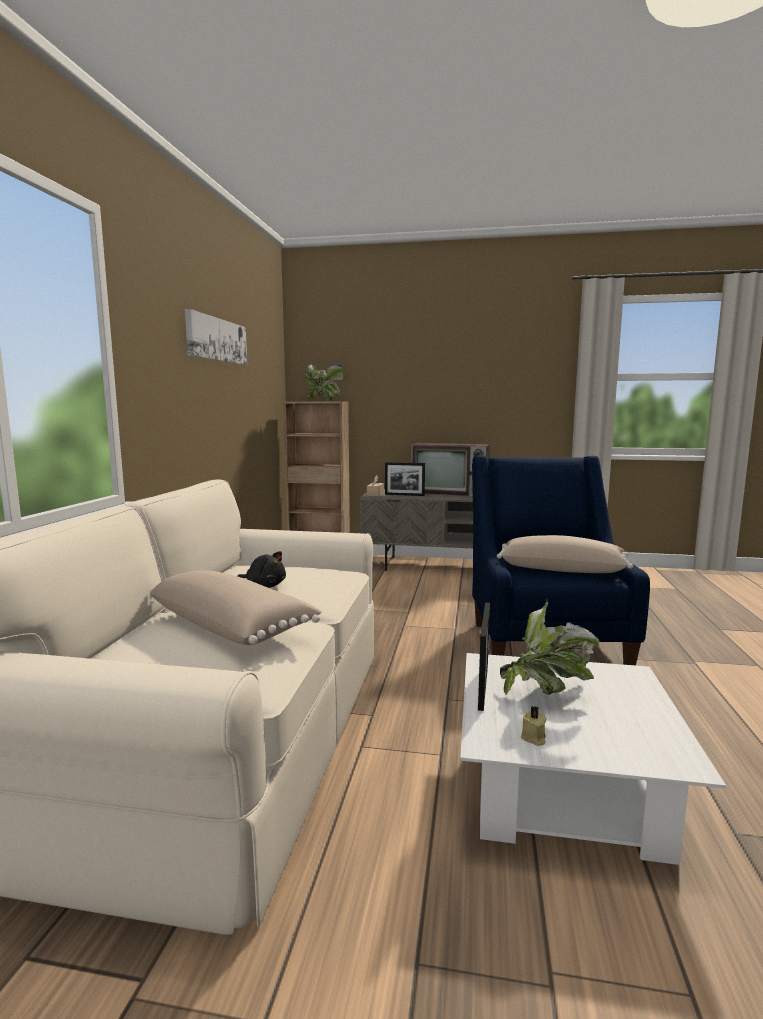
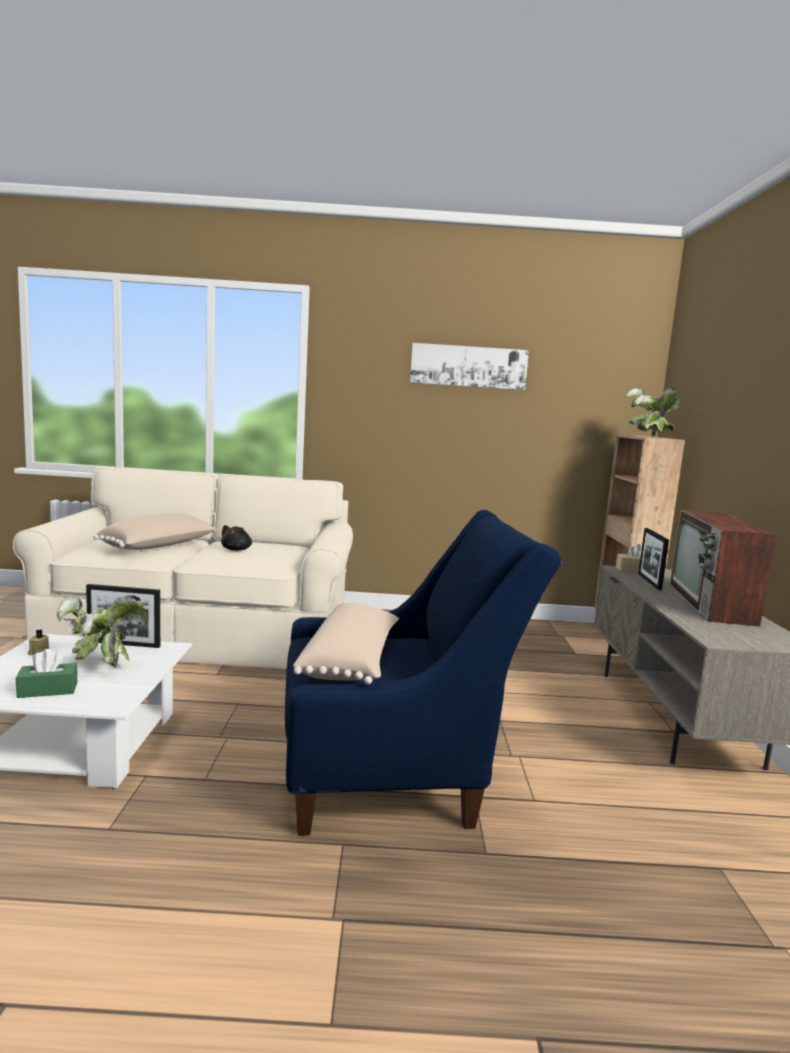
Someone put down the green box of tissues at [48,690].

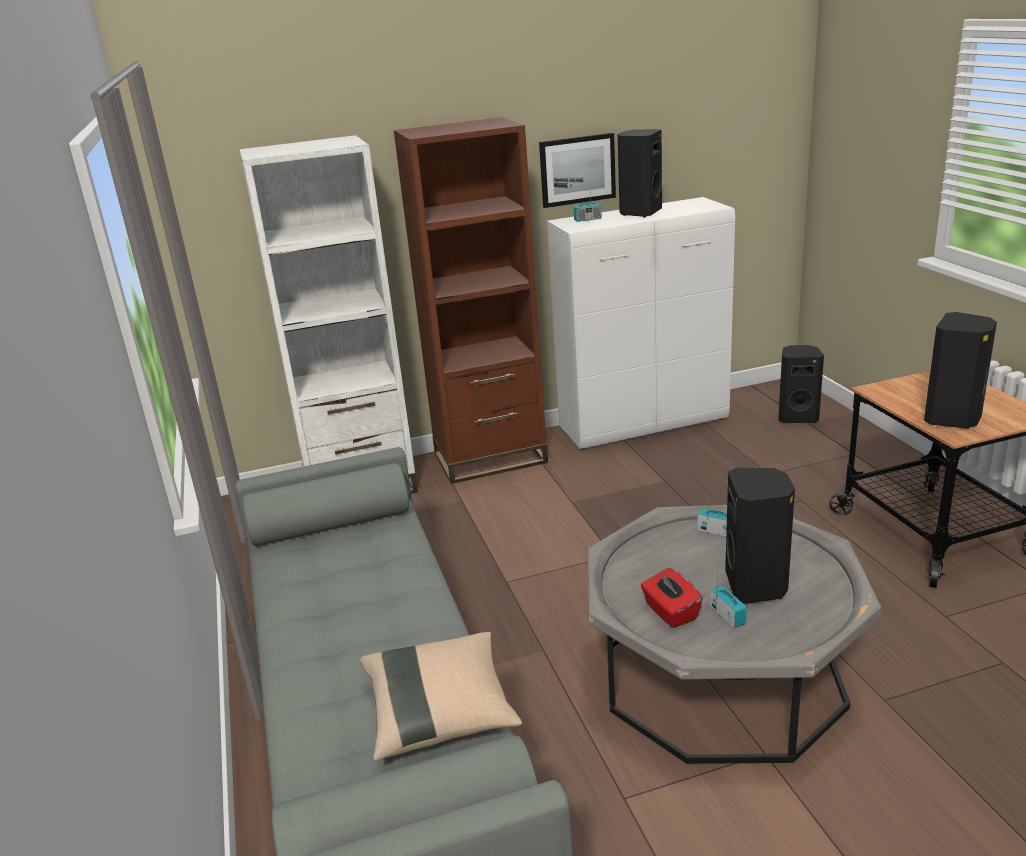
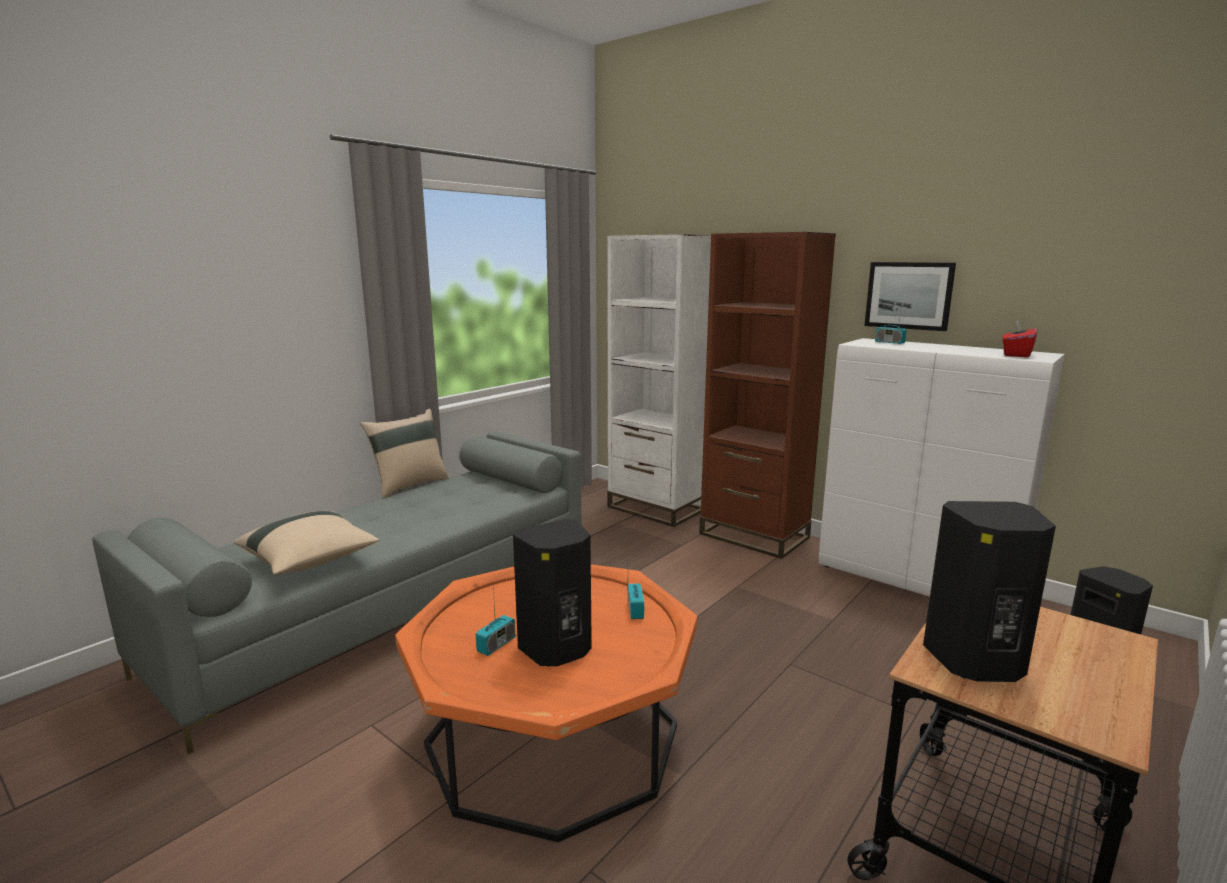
Someone put down the beige-coloured pillow at [409,485].
Someone repainted the grey low table at [721,676], which became the orangey low table at [553,736].
Someone carried the red-coloured box of tissues from [670,612] to [1016,354].
Someone took away the blackish speaker at [639,213].

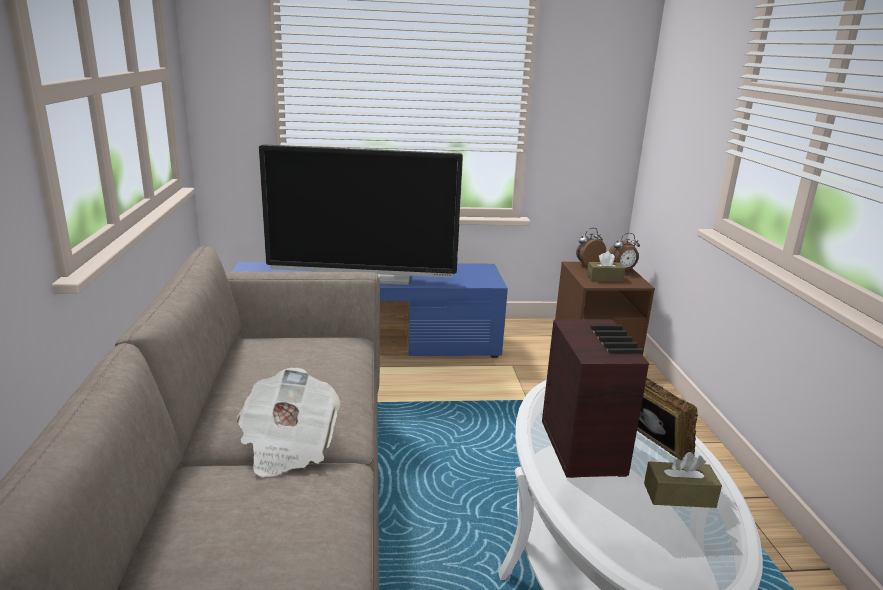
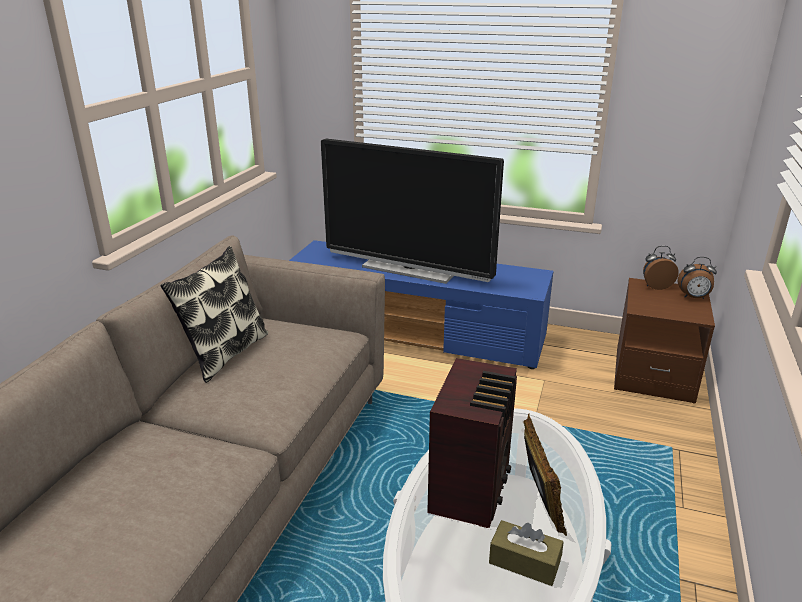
Someone put down the pillow at [224,353].
Someone took away the newspaper at [288,445].
Someone took away the brown-coloured box of tissues at [604,278].

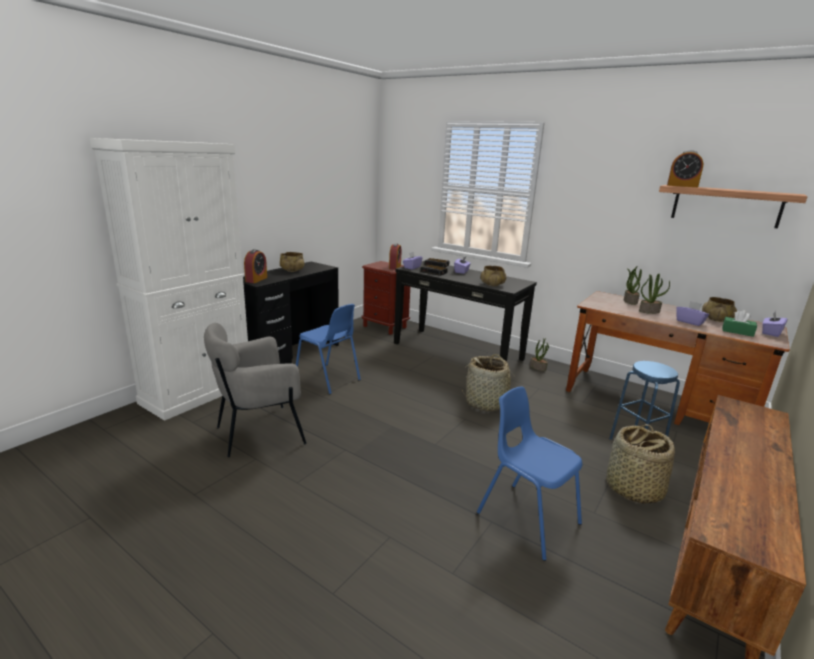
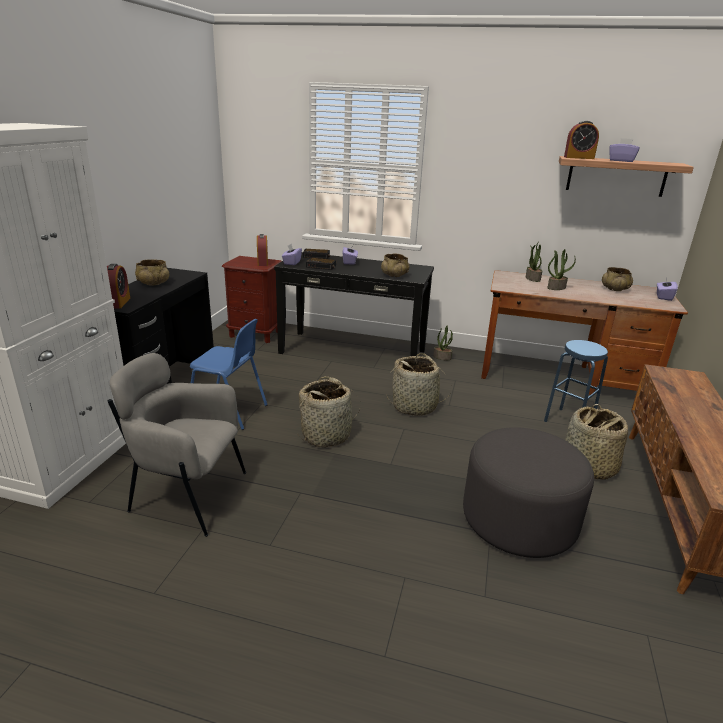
Someone rotated the grey armchair at [259,433] by 60 degrees clockwise.
Someone put down the household basket at [326,435].
Someone swapped the blue chair at [527,518] for the grey pouffe at [518,520].
Someone carried the purplish box of tissues from [690,322] to [621,161].
Someone took away the green box of tissues at [737,331].

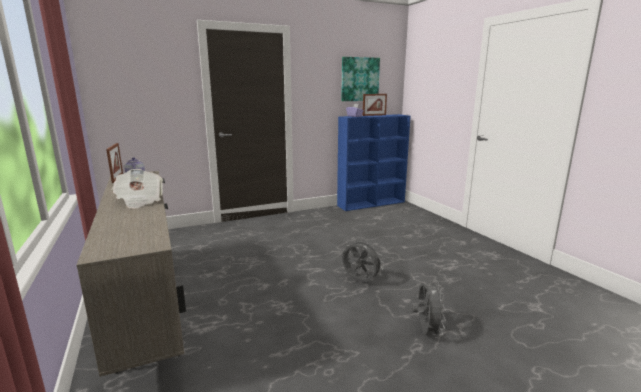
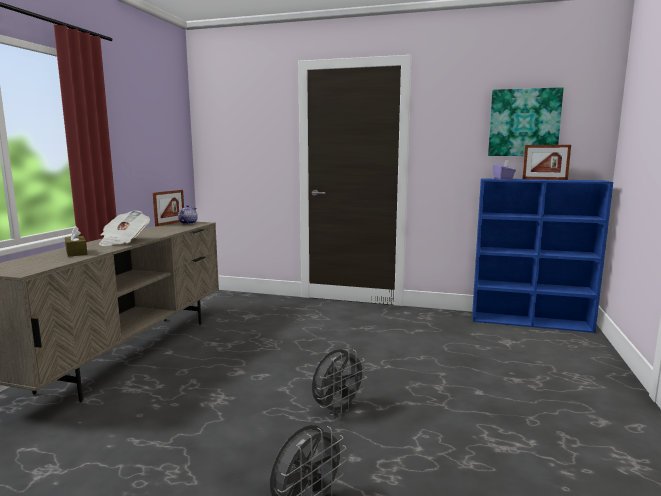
Someone put down the brown-coloured box of tissues at [76,252].
Someone rotated the grey fan at [359,281] by 60 degrees clockwise.

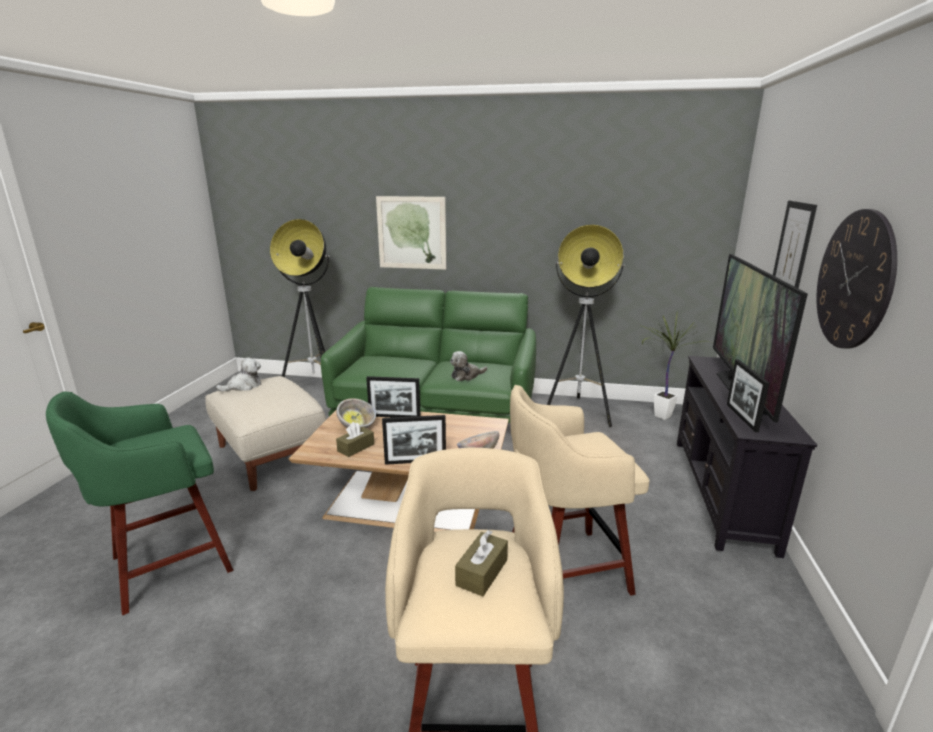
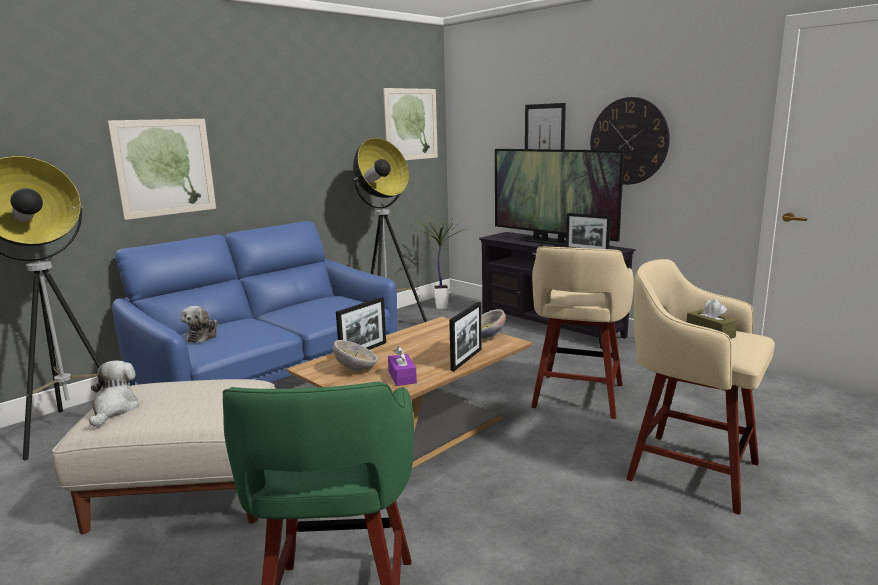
Someone repainted the green settee at [435,410], which became the blue settee at [270,376].
Someone carried the soft toy from [466,376] to [203,336].
Someone put up the picture at [411,124].
Someone repainted the brown-coloured box of tissues at [356,448], which became the purplish box of tissues at [402,377].

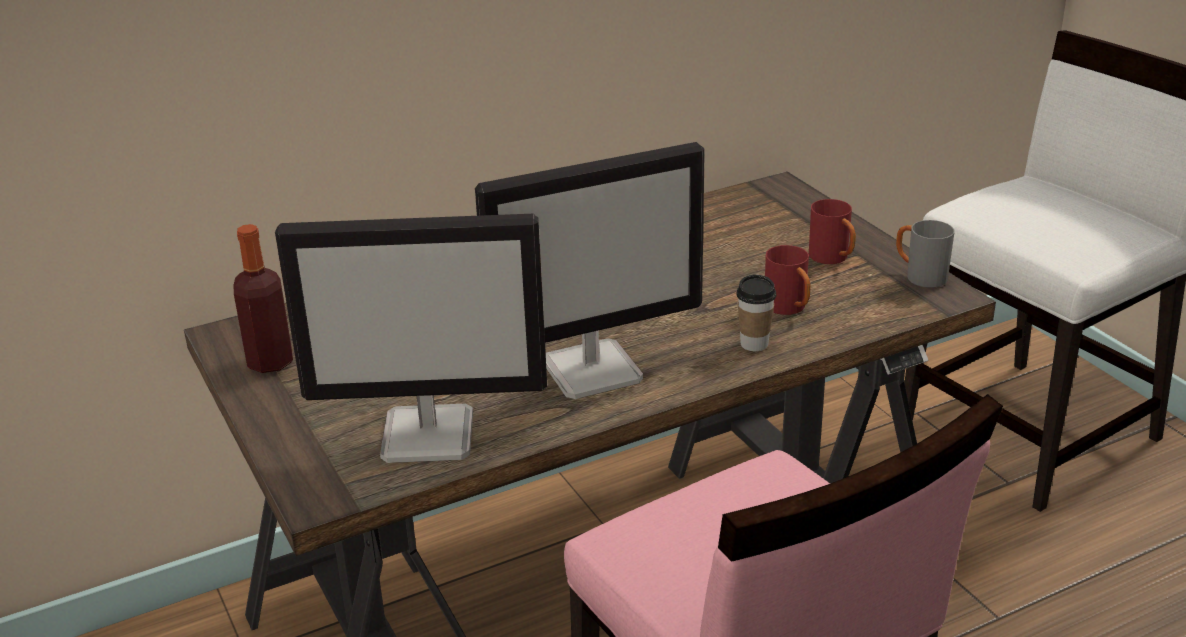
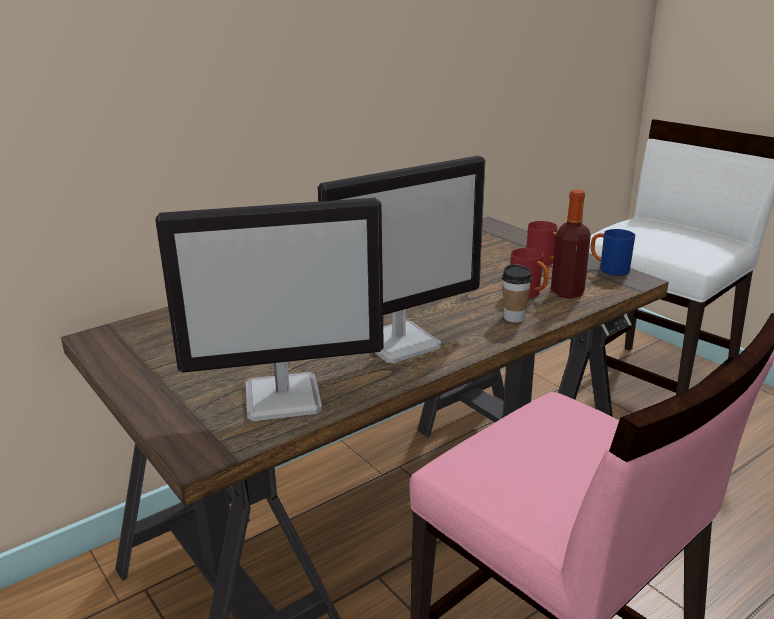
Someone carried the drink bottle from [270,362] to [567,292].
Someone repainted the grey tea mug at [919,276], which became the blue tea mug at [608,269].

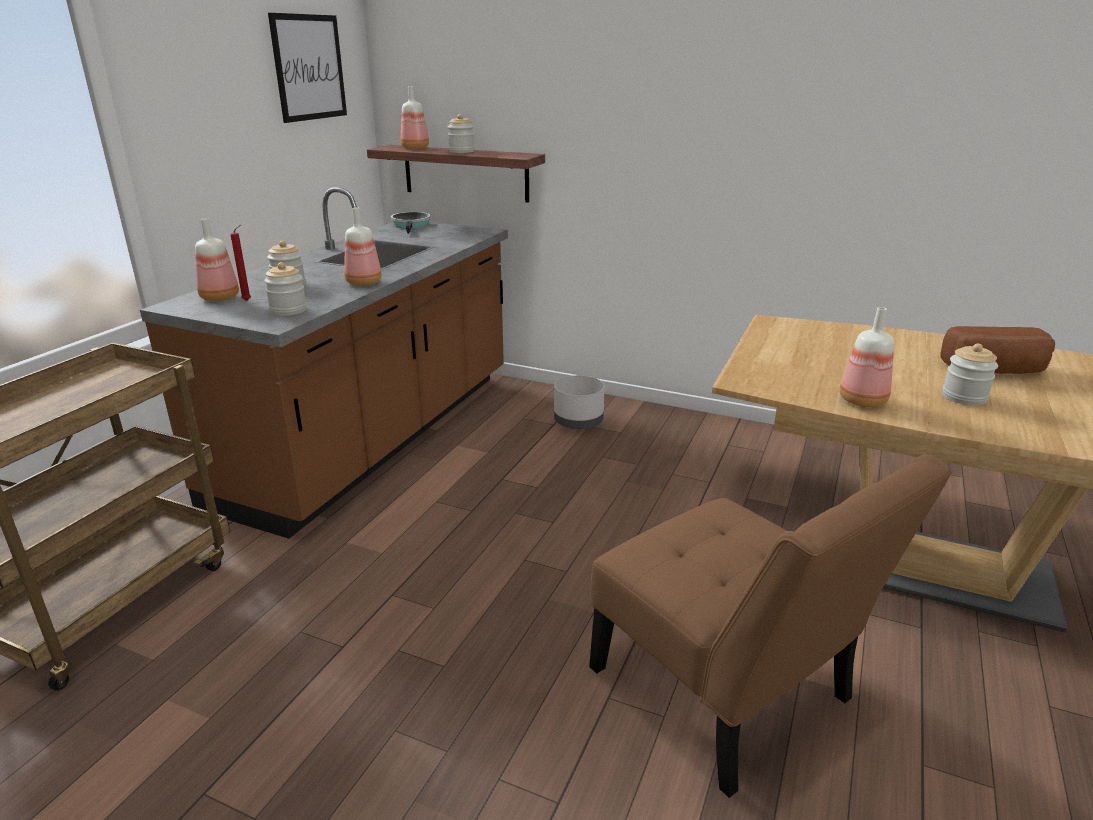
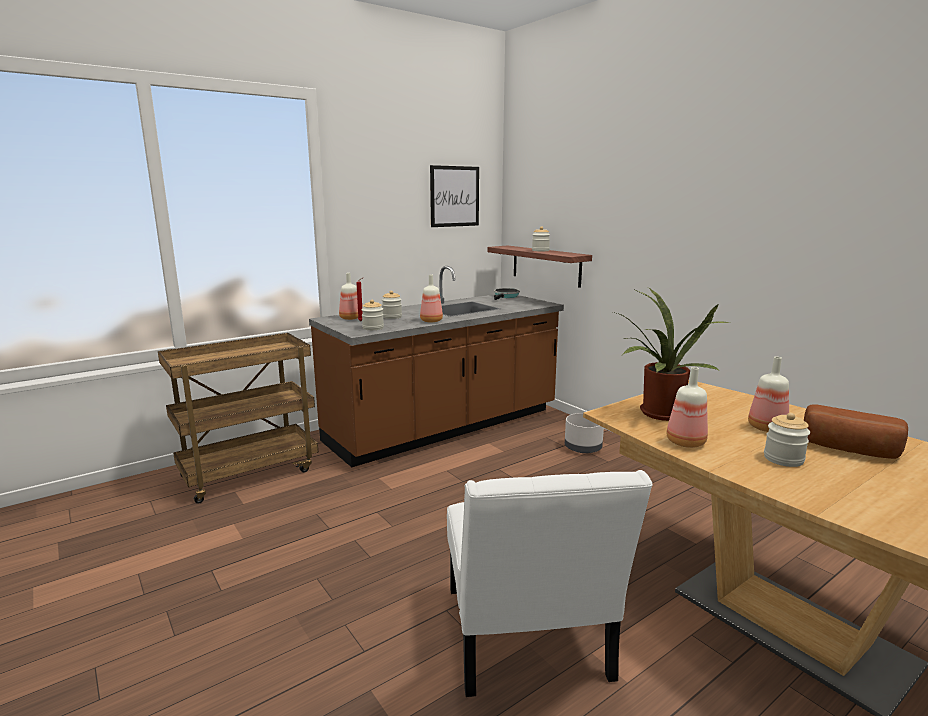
Someone repainted the brown-coloured chair at [728,694], which became the white chair at [527,640].
Someone put down the plant in a pot at [658,414].
Someone carried the drink bottle from [415,148] to [766,427].

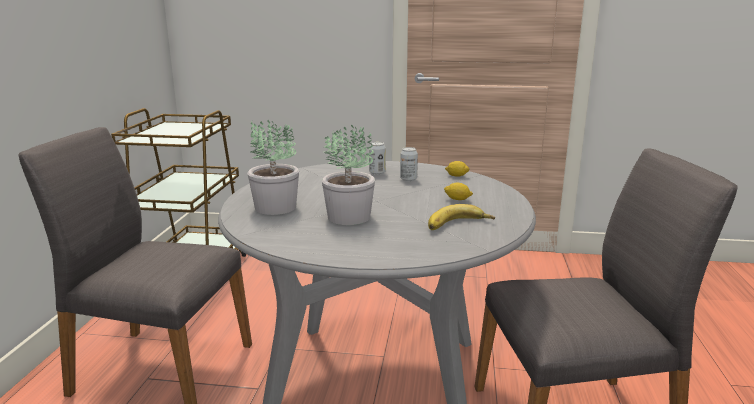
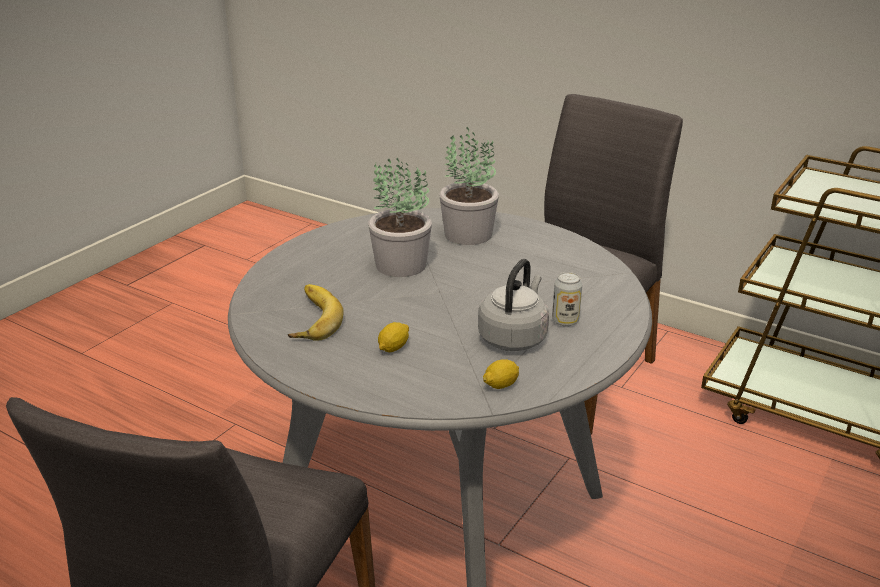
Someone swapped the can at [408,179] for the grey kettle at [514,337].

